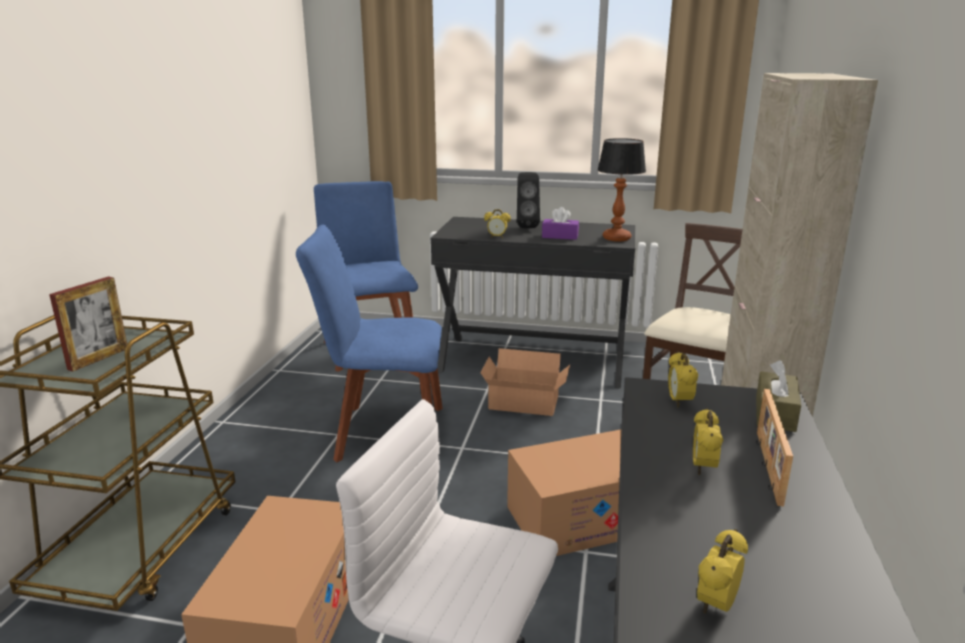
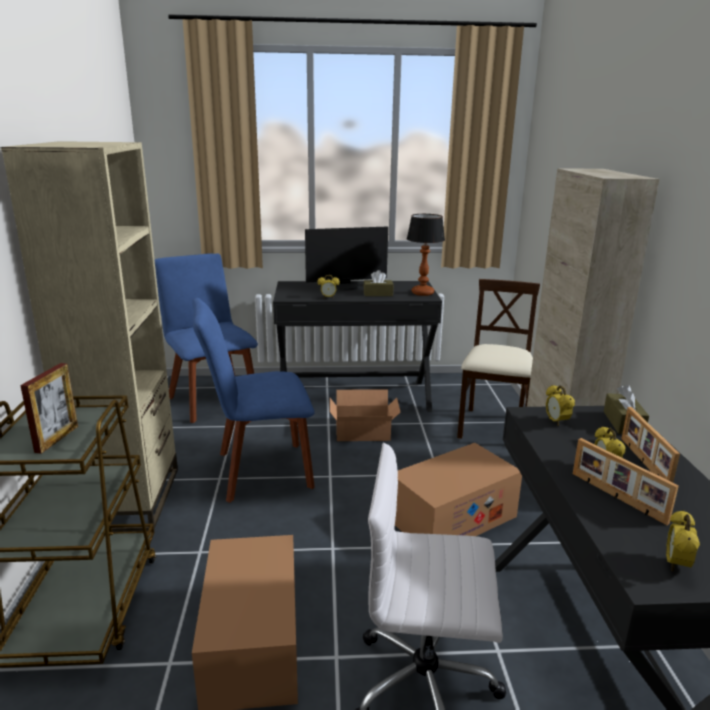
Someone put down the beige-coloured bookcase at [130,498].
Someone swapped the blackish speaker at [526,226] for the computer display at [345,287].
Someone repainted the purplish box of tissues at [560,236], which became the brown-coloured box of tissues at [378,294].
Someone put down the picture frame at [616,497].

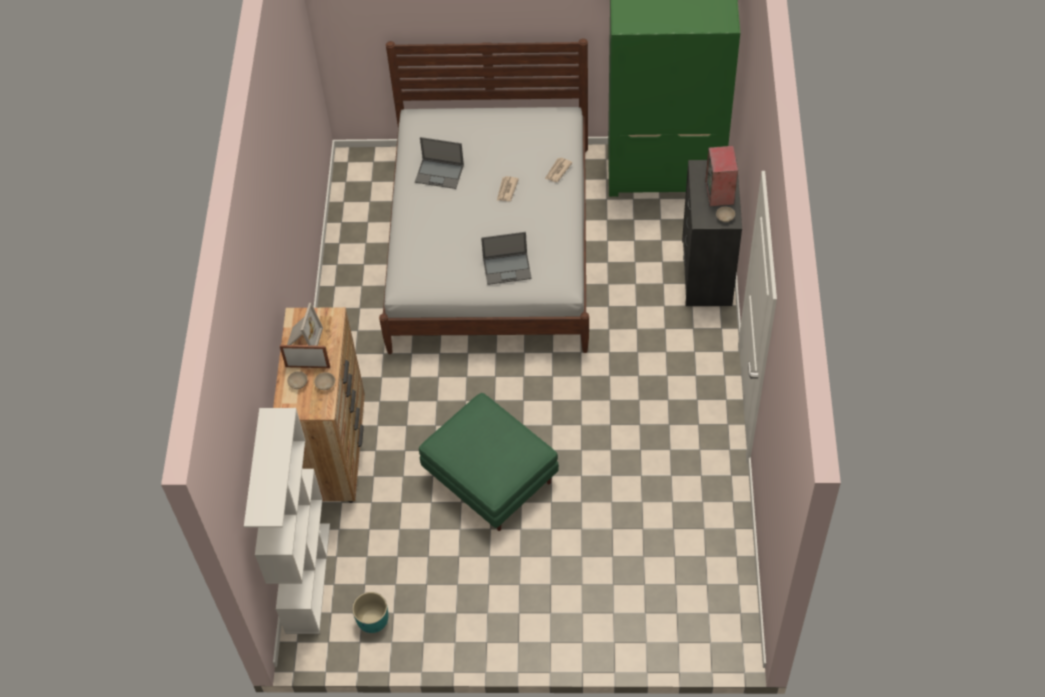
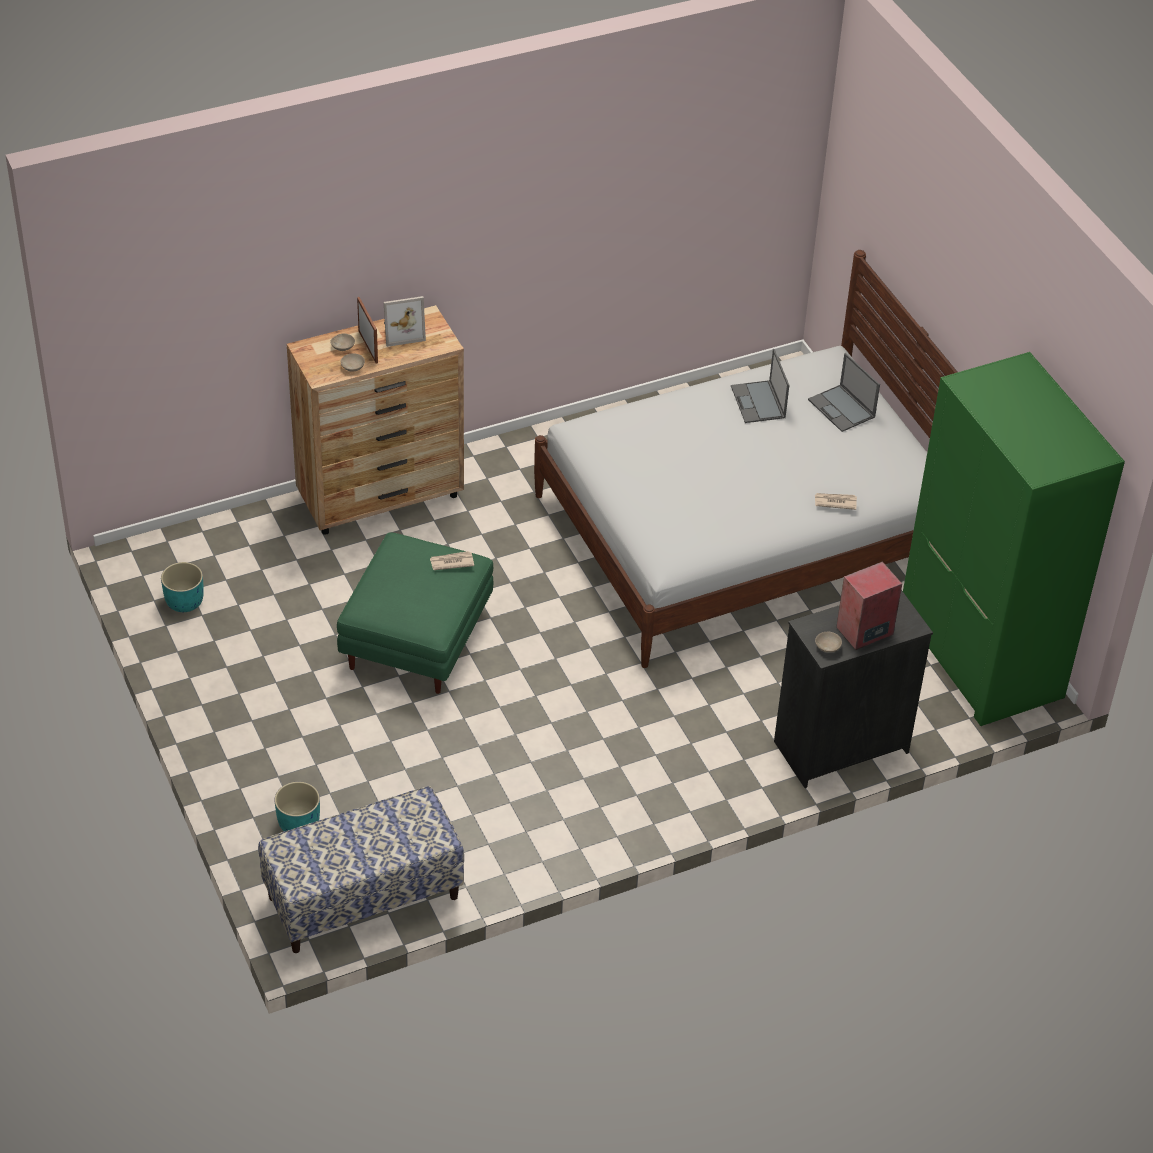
Someone put down the long seat at [363,898].
Someone put down the blue-green flower pot at [298,823].
Someone carried the newspaper from [506,190] to [451,562].
Someone carried the laptop from [507,268] to [842,409].
Someone took away the white bookcase at [307,577].

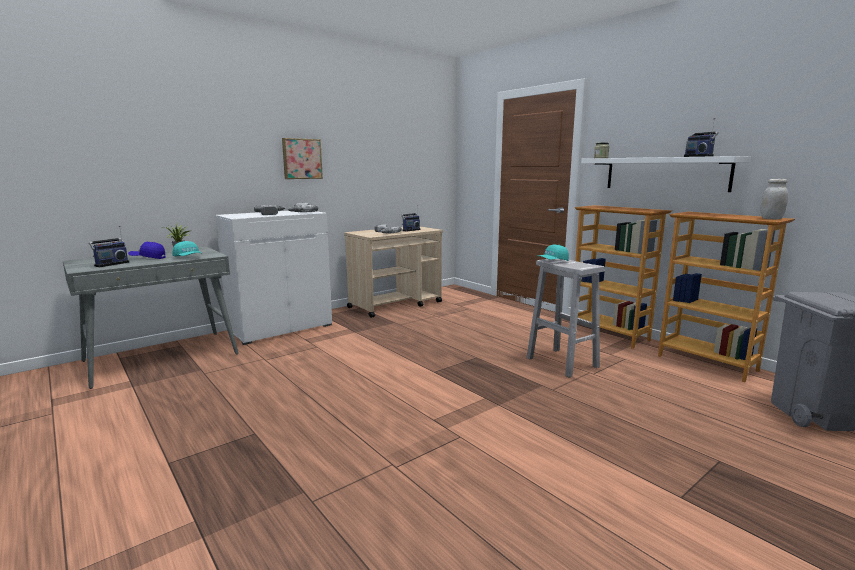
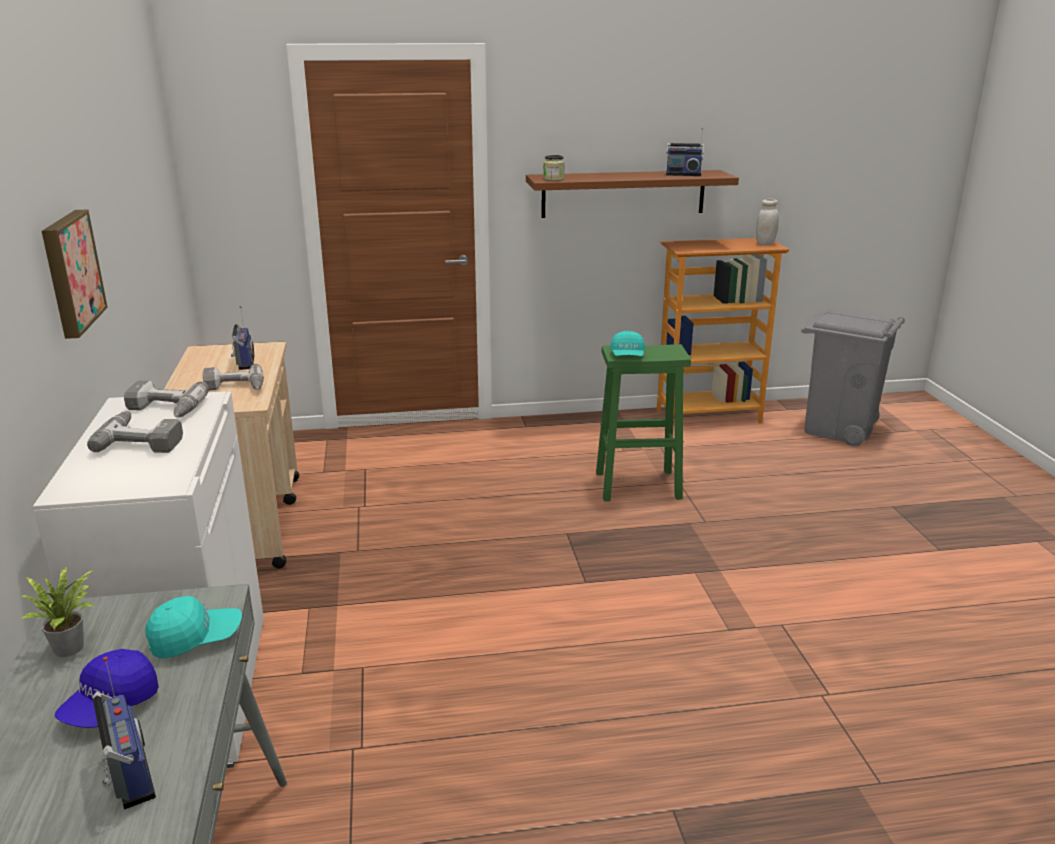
Someone repainted the white bracket shelf at [665,174], which became the brown-coloured bracket shelf at [623,193].
Someone repainted the white stool seat at [563,363], which became the green stool seat at [639,485].
Someone took away the bookcase at [609,334].

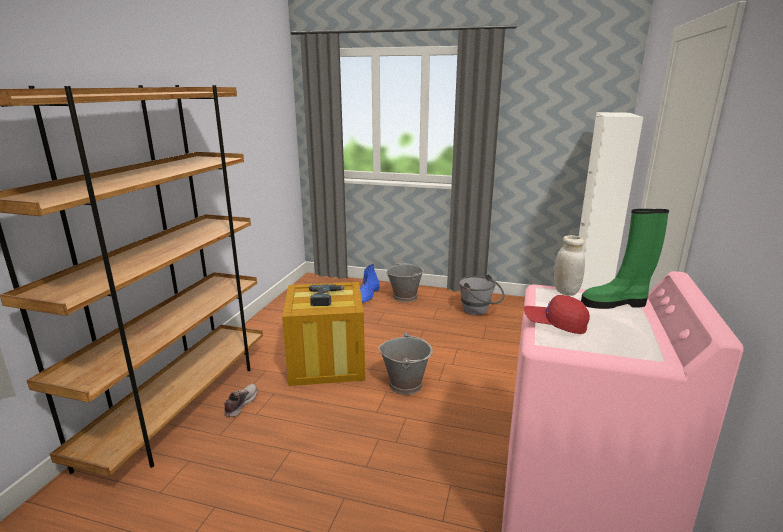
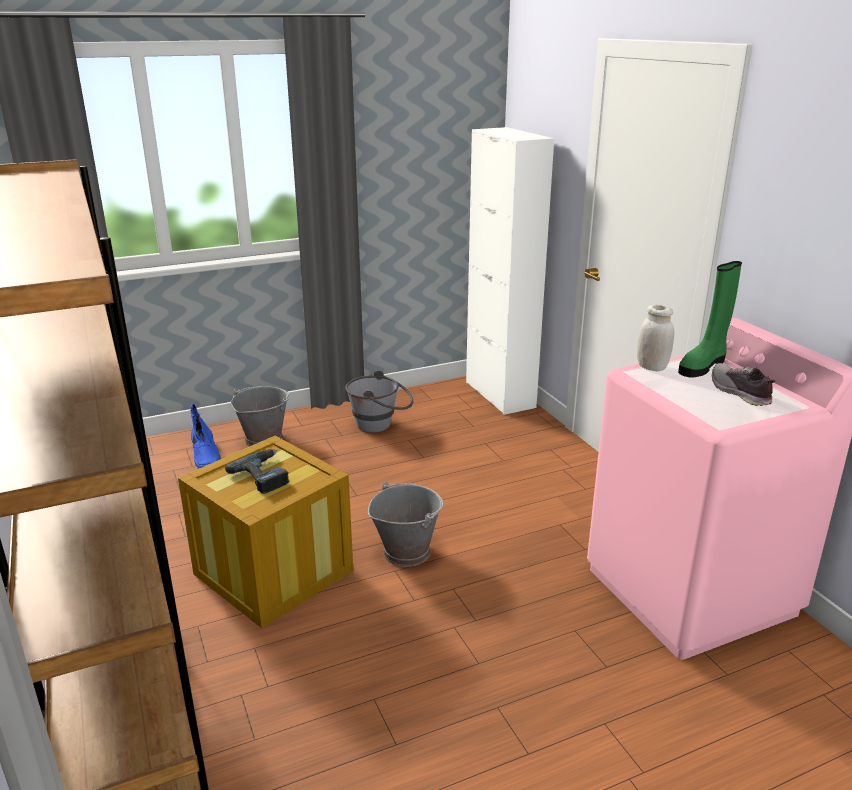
Someone carried the item of footwear from [240,404] to [739,393].
Someone took away the red-coloured cap at [555,325].

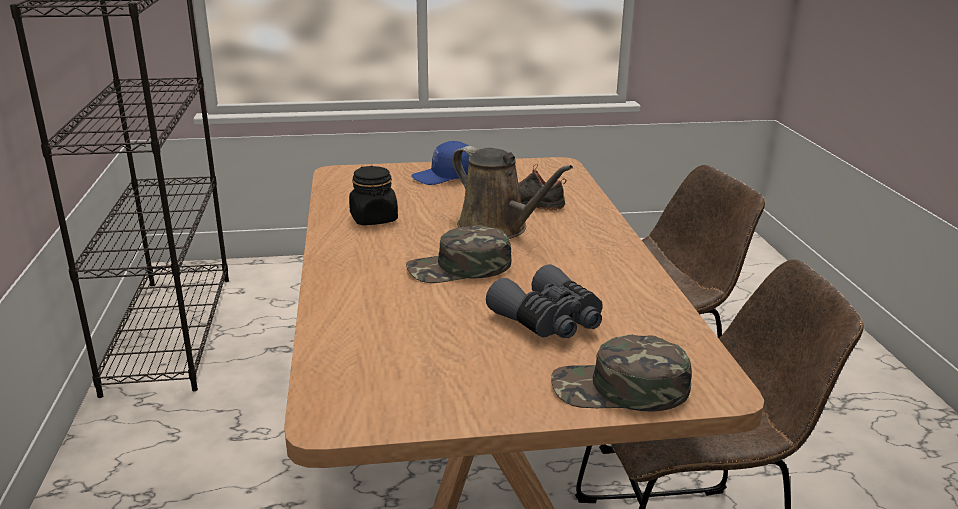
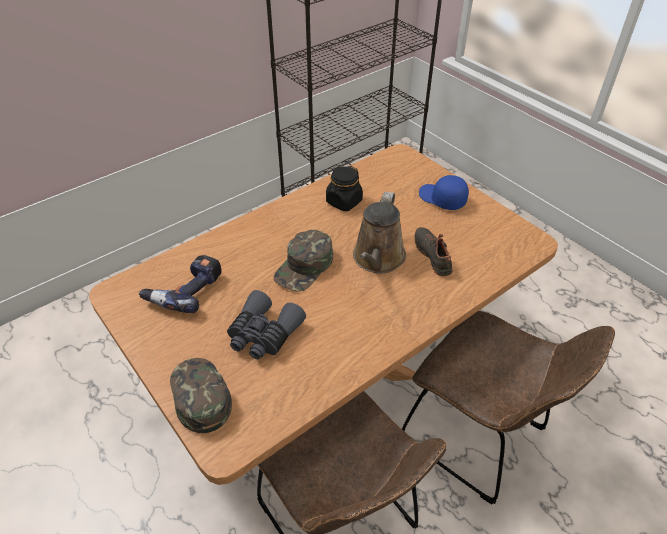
Someone put down the power drill at [185,290].
Someone rotated the green cap at [459,268] by 105 degrees counterclockwise.

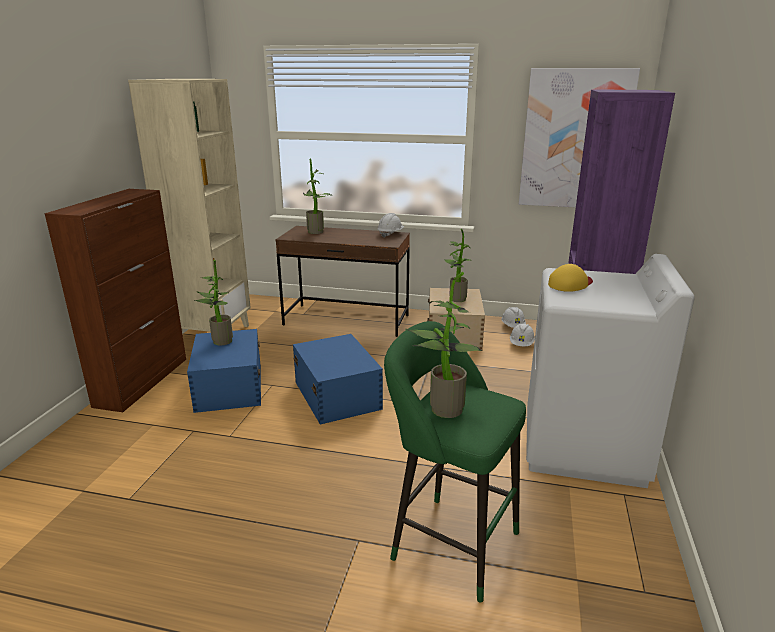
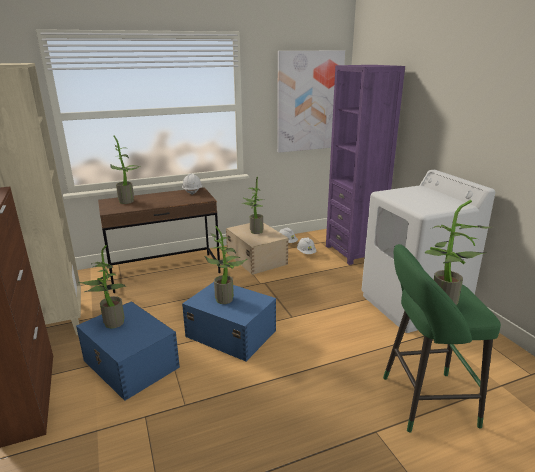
Someone put down the plant in a pot at [227,298].
Someone took away the yellow cap at [570,284].

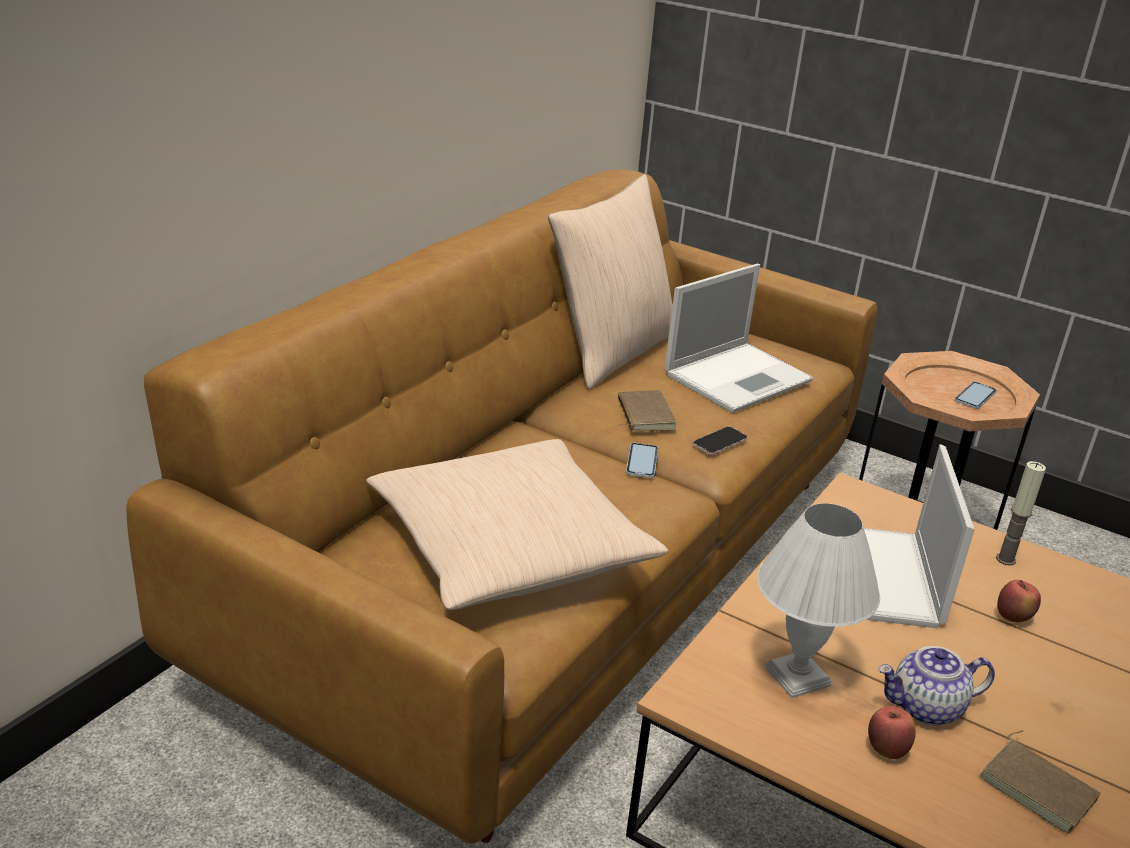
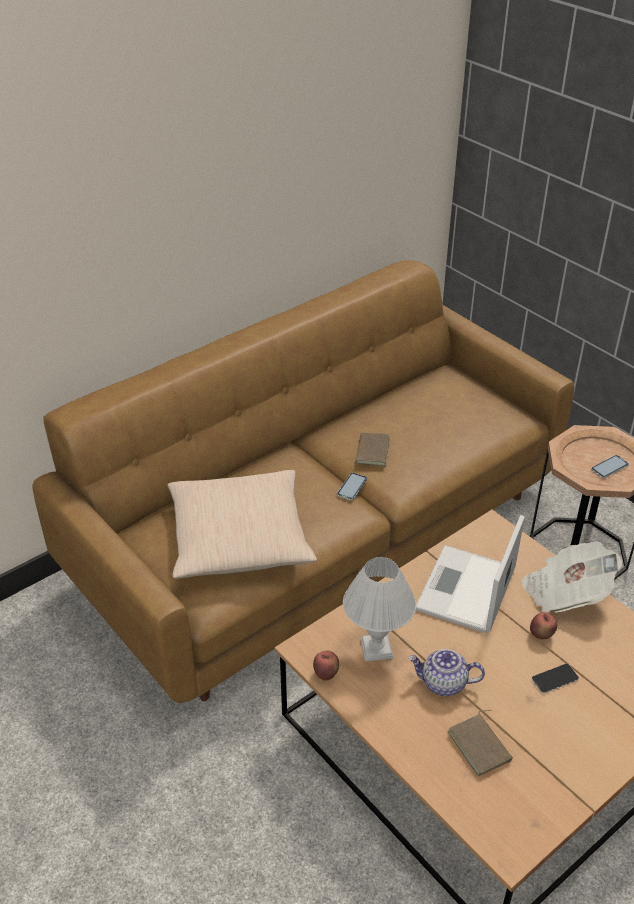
Someone carried the apple fruit from [886,750] to [326,674].
Someone swapped the wax light at [1005,559] for the newspaper at [566,592].
Someone carried the telephone from [720,441] to [554,679].
Someone took away the beige-coloured pillow at [611,351].
Someone took away the laptop at [739,377].

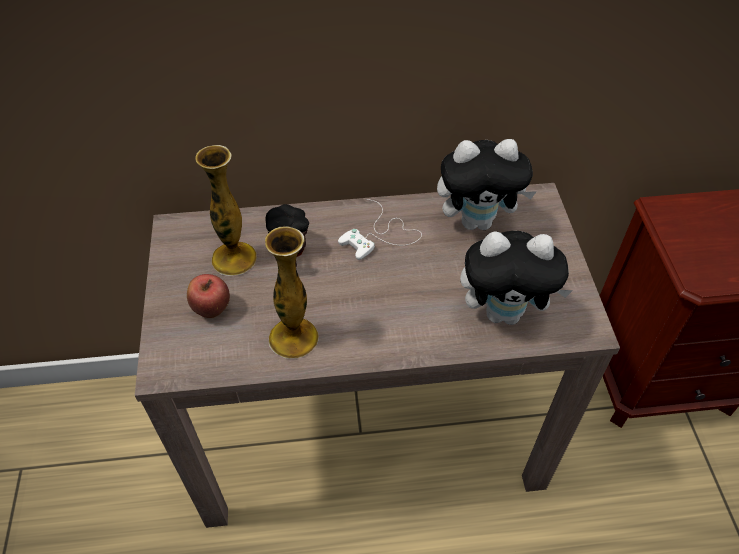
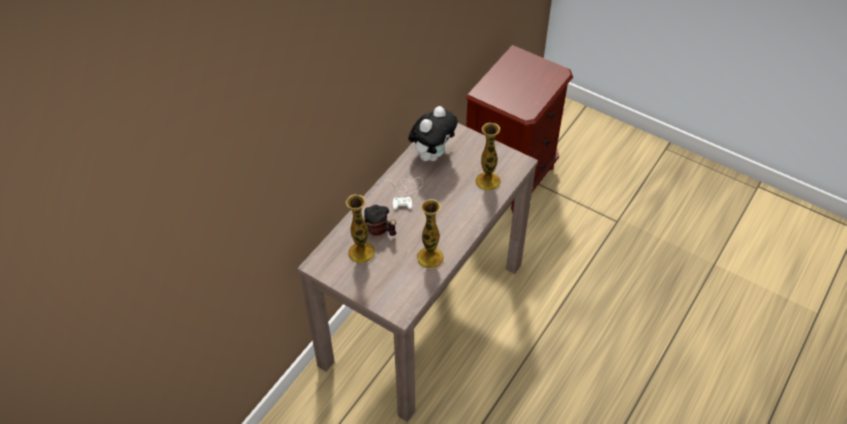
Someone swapped the soft toy at [504,312] for the flower vase at [488,181].
Someone took away the apple fruit at [212,309].

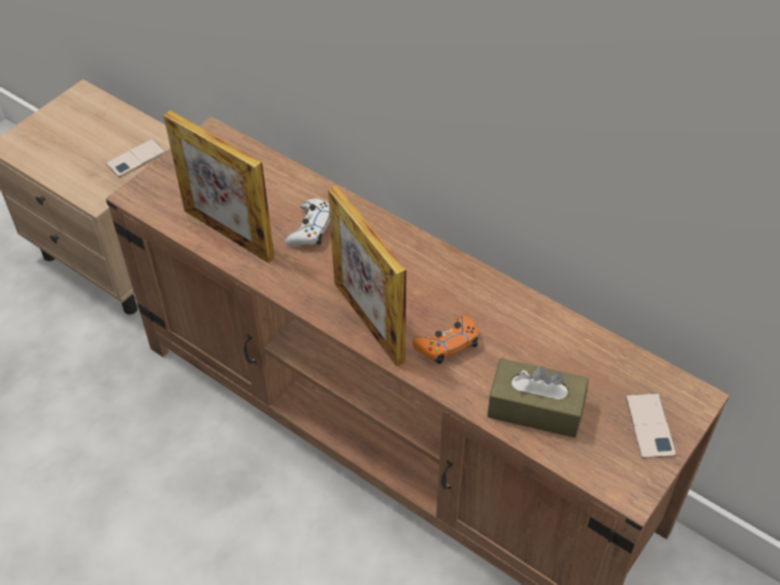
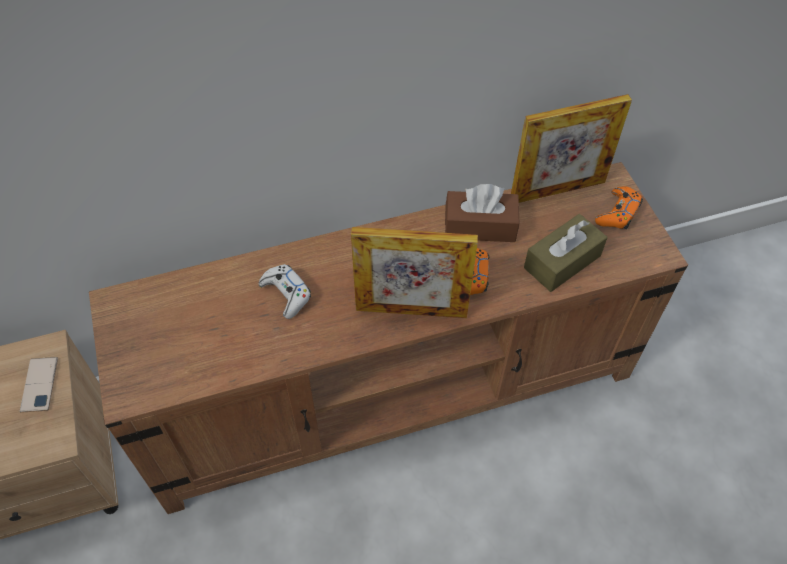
Someone put down the brown-coloured box of tissues at [480,226].
Someone carried the picture frame from [228,234] to [557,190].
Someone swapped the telephone at [650,426] for the orangey gamepad at [618,213].

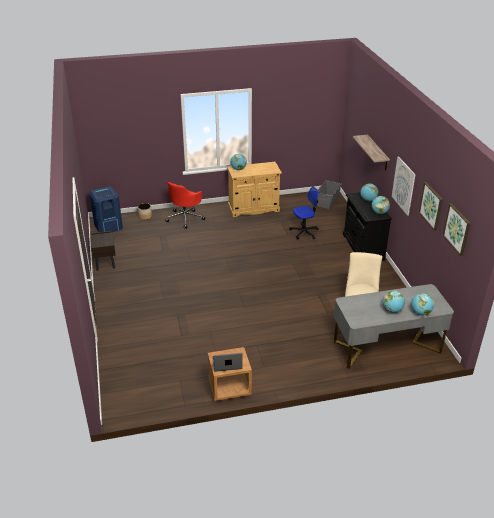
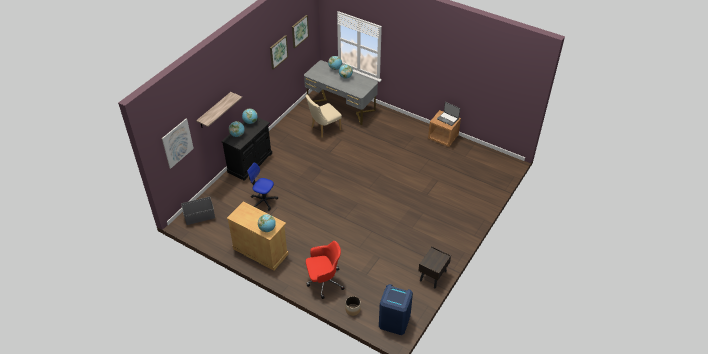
Someone carried the picture from [403,185] to [177,143].

